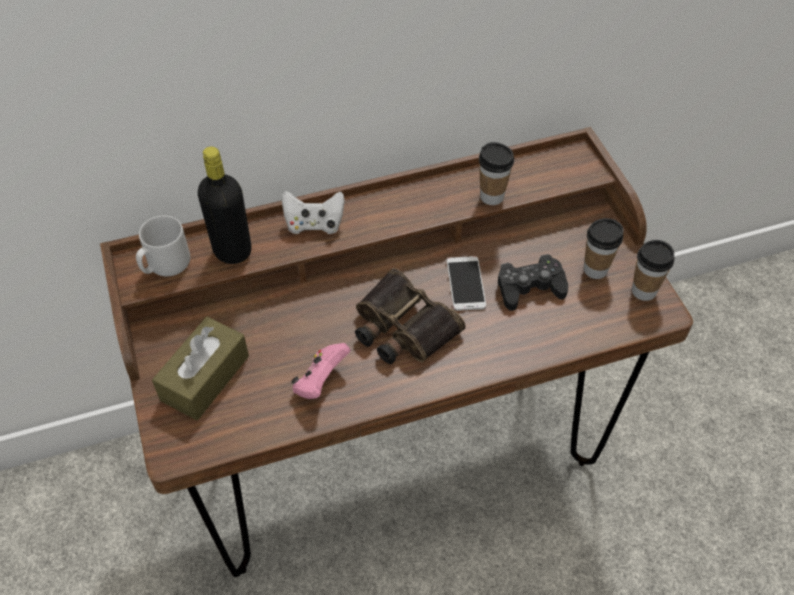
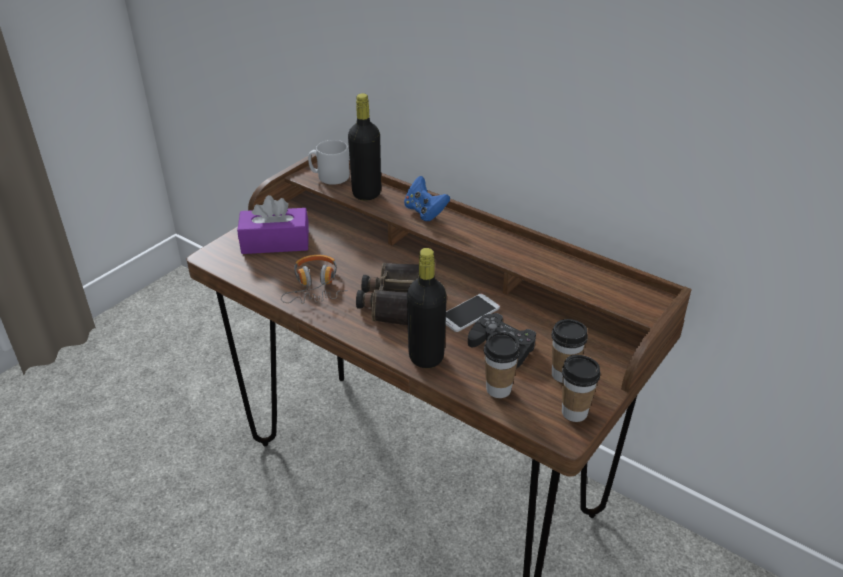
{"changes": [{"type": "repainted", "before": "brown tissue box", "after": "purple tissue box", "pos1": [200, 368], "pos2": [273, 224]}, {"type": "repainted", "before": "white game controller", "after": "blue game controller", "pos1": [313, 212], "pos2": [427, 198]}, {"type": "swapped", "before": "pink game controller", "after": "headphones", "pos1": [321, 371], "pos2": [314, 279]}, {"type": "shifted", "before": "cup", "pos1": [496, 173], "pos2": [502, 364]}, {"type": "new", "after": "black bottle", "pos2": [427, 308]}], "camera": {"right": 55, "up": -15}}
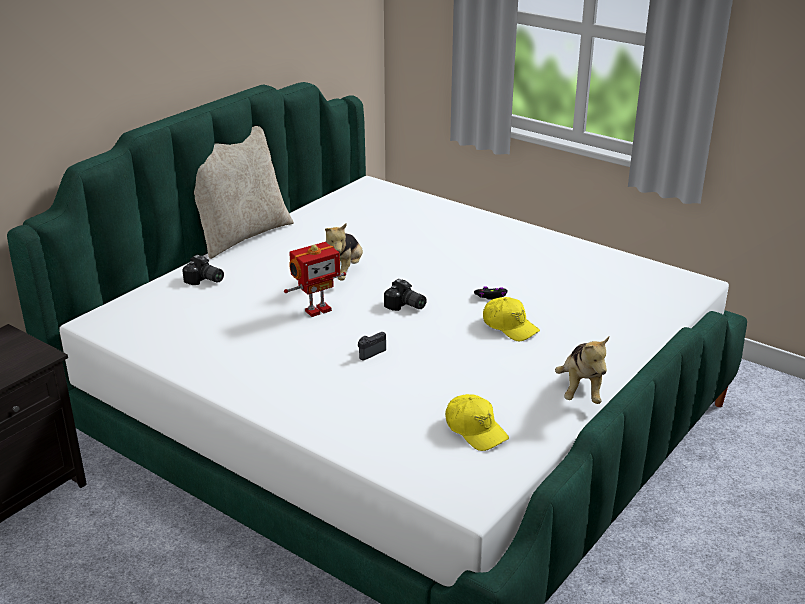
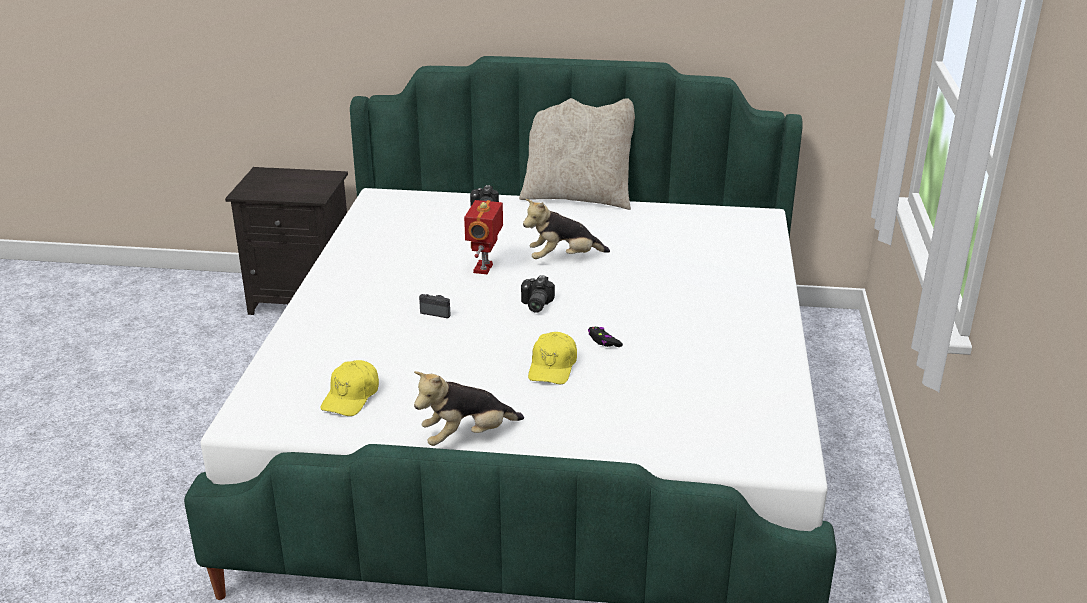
{"changes": [{"type": "rotated", "before": "toy robot", "pos1": [315, 279], "pos2": [483, 237], "turn": 75}], "camera": {"right": 60, "up": 0}}
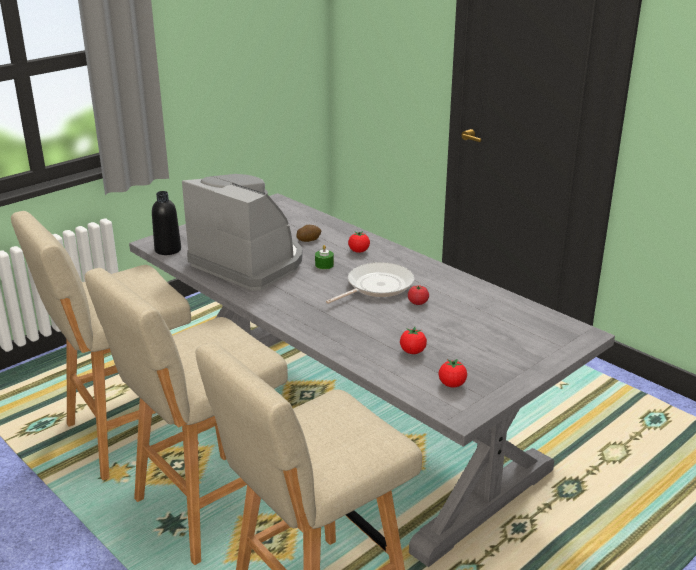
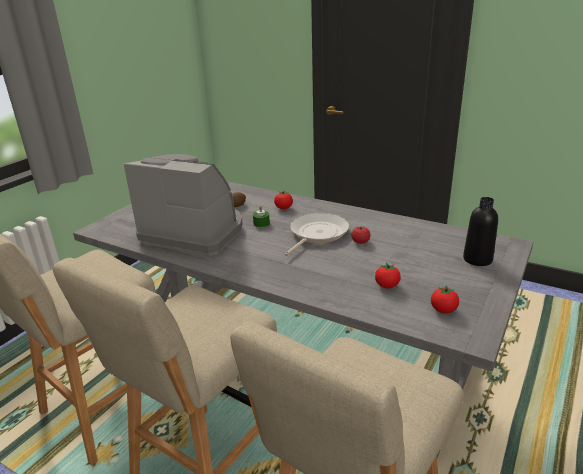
{"changes": [{"type": "shifted", "before": "black bottle", "pos1": [166, 223], "pos2": [480, 231]}], "camera": {"right": -15, "up": 0}}
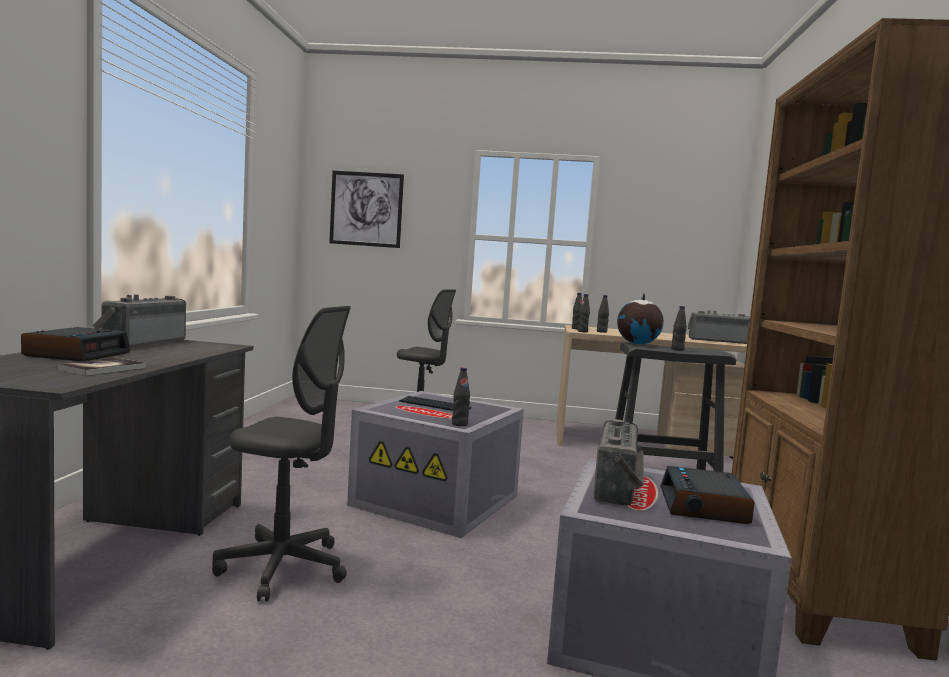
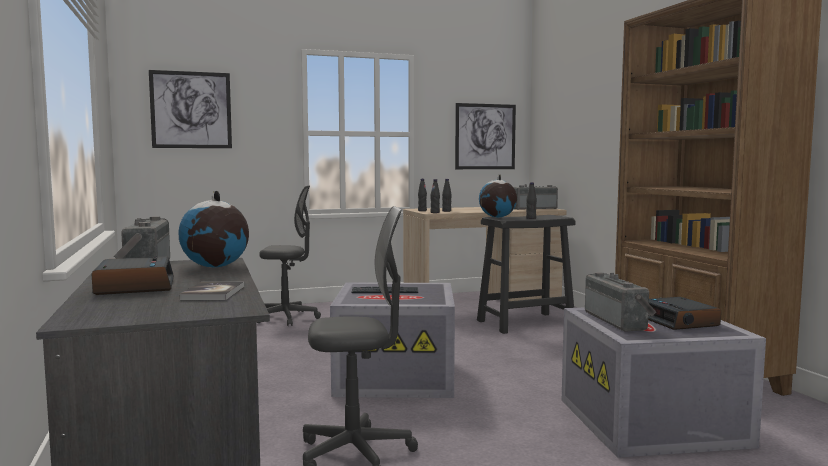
{"changes": [{"type": "gone", "before": "black bottle", "pos1": [461, 396]}, {"type": "new", "after": "globe", "pos2": [213, 229]}, {"type": "new", "after": "picture", "pos2": [485, 136]}], "camera": {"right": -25, "up": 0}}
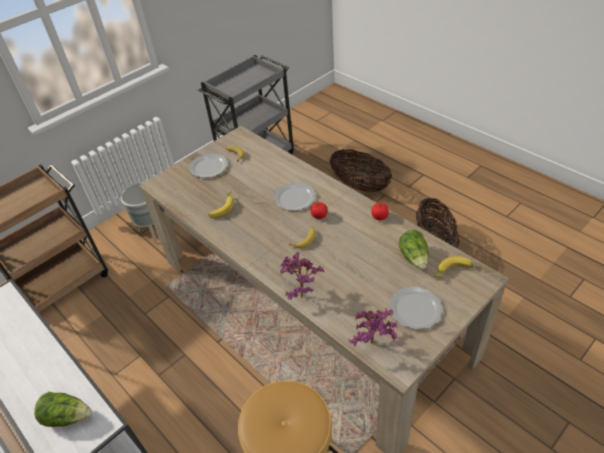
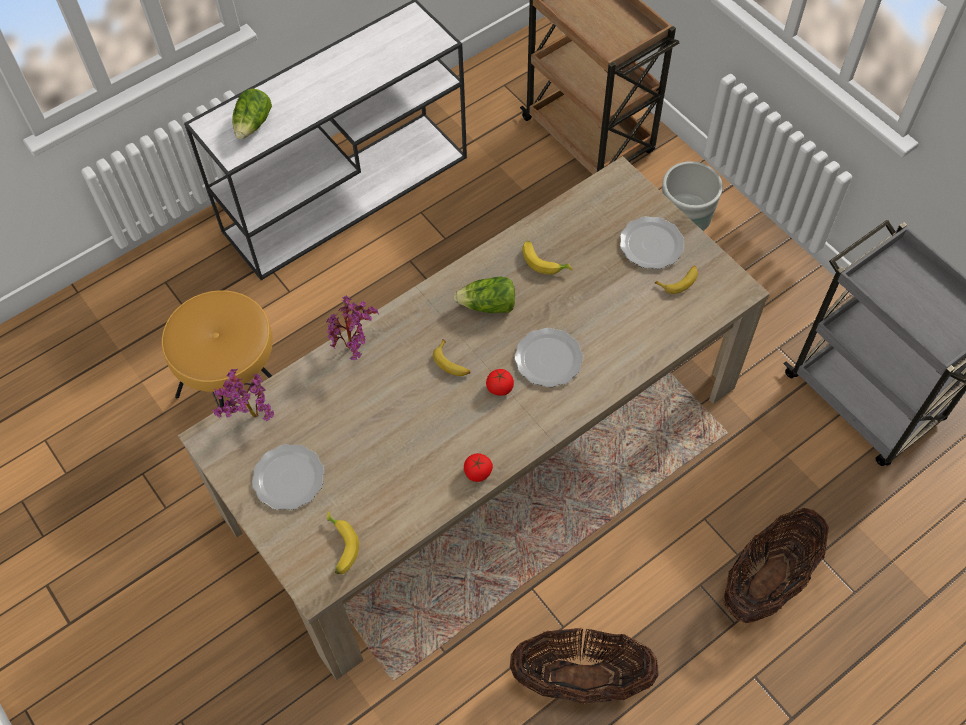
{"changes": [{"type": "shifted", "before": "lettuce", "pos1": [414, 250], "pos2": [484, 295]}], "camera": {"right": 95, "up": 15}}
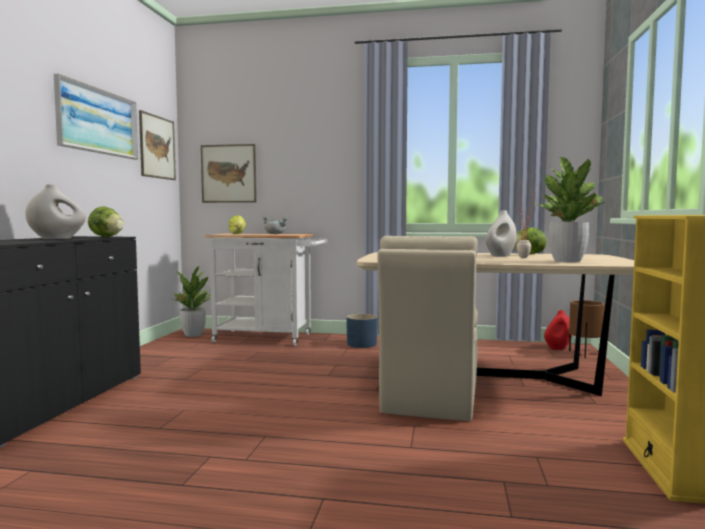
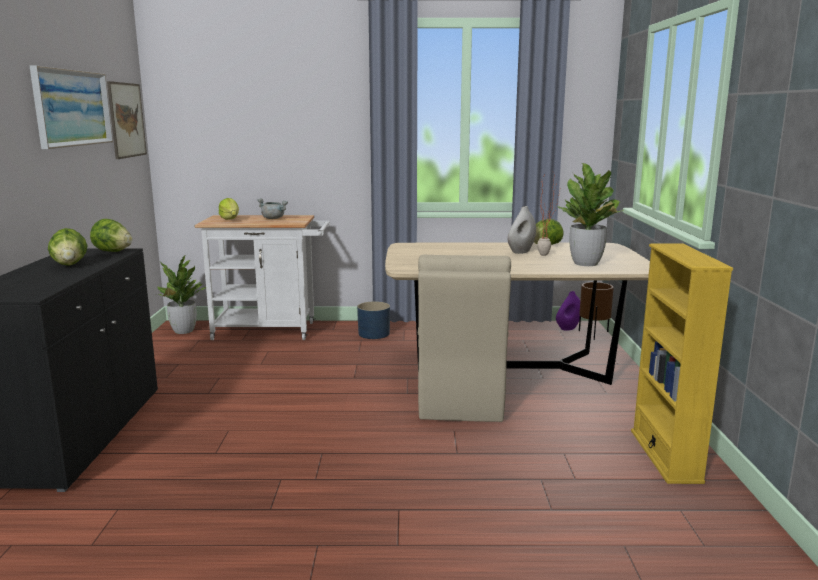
{"changes": [{"type": "swapped", "before": "white vase", "after": "lettuce", "pos1": [55, 211], "pos2": [67, 247]}, {"type": "gone", "before": "picture", "pos1": [229, 173]}, {"type": "repainted", "before": "red vase", "after": "purple vase", "pos1": [558, 330], "pos2": [568, 311]}], "camera": {"right": -10, "up": 10}}
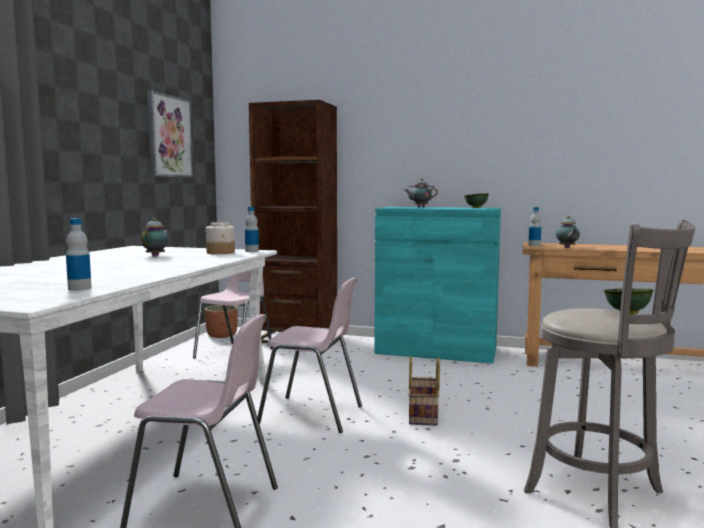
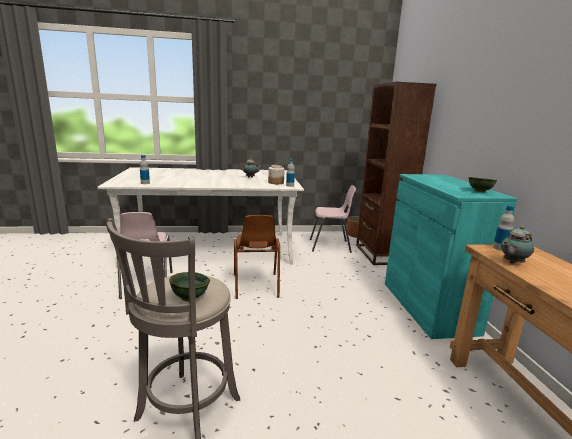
{"changes": [{"type": "gone", "before": "picture", "pos1": [170, 134]}, {"type": "repainted", "before": "pink chair", "after": "brown chair", "pos1": [309, 355], "pos2": [257, 257]}, {"type": "gone", "before": "teapot", "pos1": [421, 193]}, {"type": "gone", "before": "basket", "pos1": [424, 391]}], "camera": {"right": 65, "up": 10}}
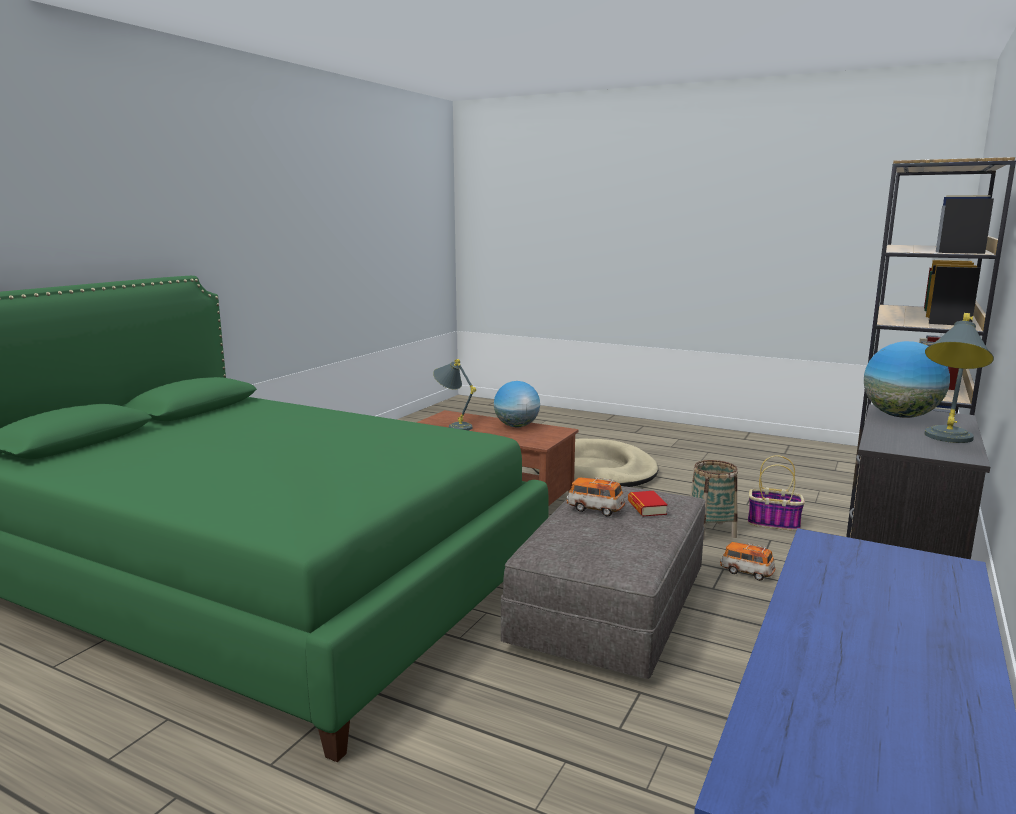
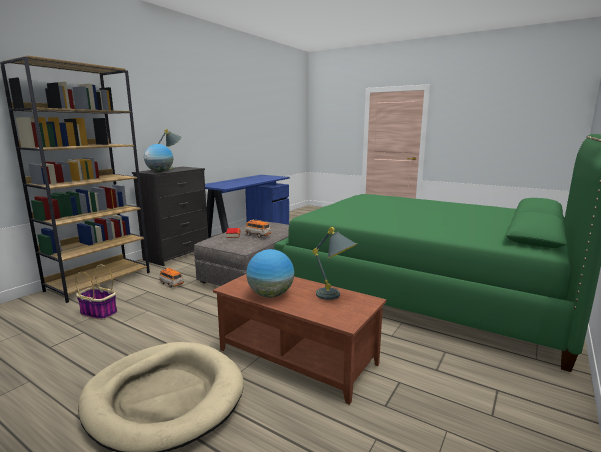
{"changes": [{"type": "gone", "before": "basket", "pos1": [714, 500]}], "camera": {"right": -175, "up": 0}}
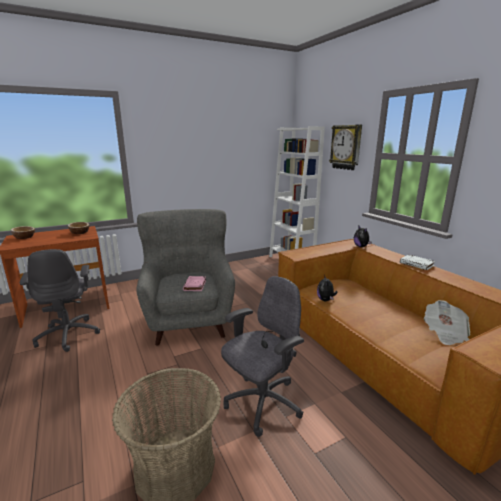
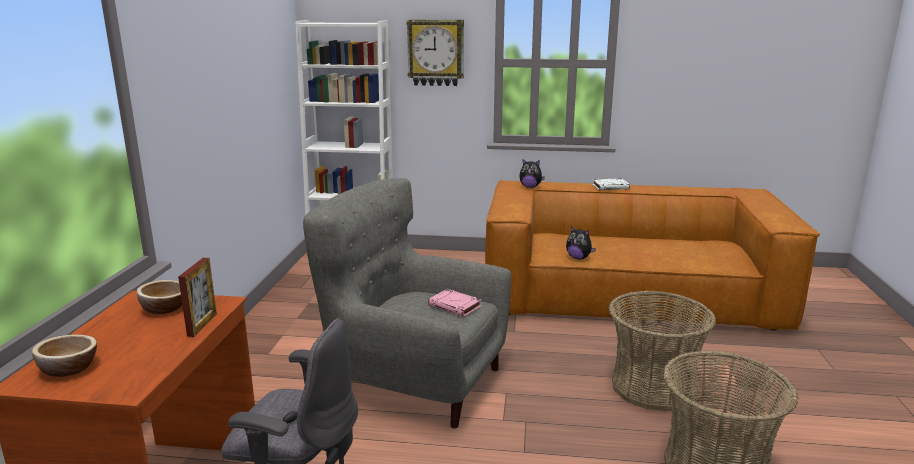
{"changes": [{"type": "swapped", "before": "grey office chair", "after": "basket", "pos1": [262, 356], "pos2": [662, 351]}, {"type": "gone", "before": "newspaper", "pos1": [447, 322]}, {"type": "new", "after": "picture frame", "pos2": [197, 297]}], "camera": {"right": -55, "up": 0}}
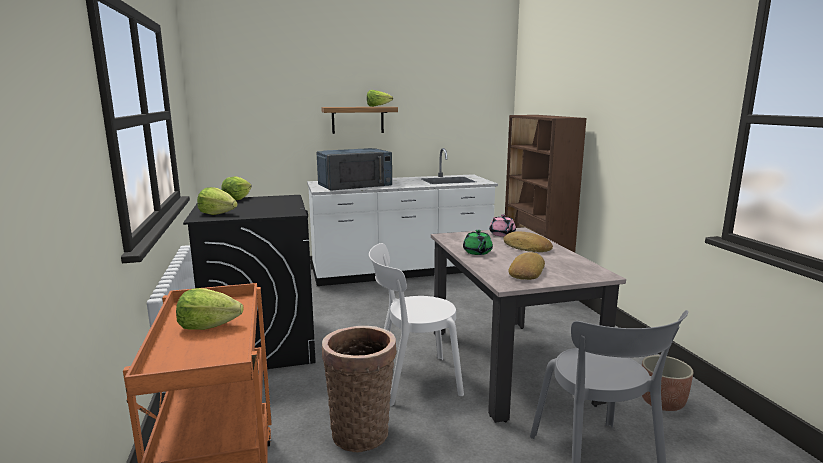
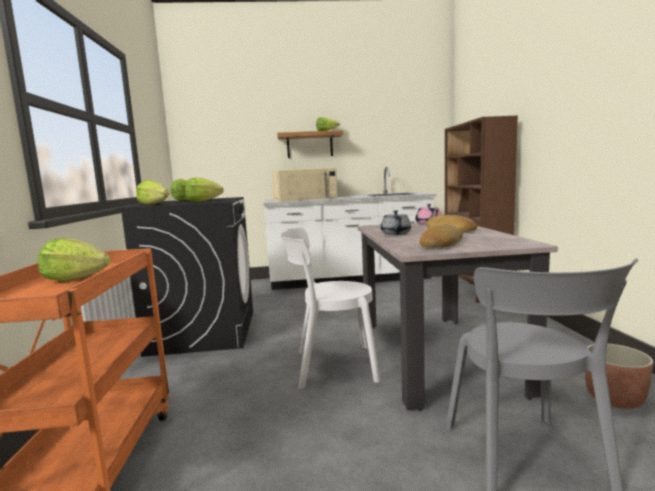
{"changes": [{"type": "repainted", "before": "blue microwave", "after": "beige microwave", "pos1": [354, 169], "pos2": [305, 184]}, {"type": "gone", "before": "basket", "pos1": [359, 389]}, {"type": "repainted", "before": "green teapot", "after": "grey teapot", "pos1": [478, 242], "pos2": [396, 222]}, {"type": "new", "after": "lettuce", "pos2": [204, 190]}], "camera": {"right": 10, "up": -5}}
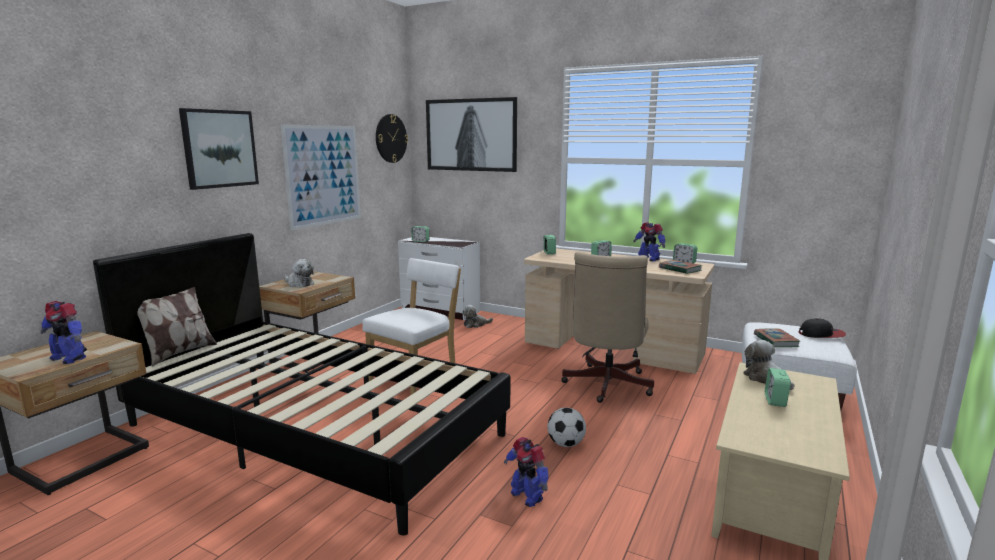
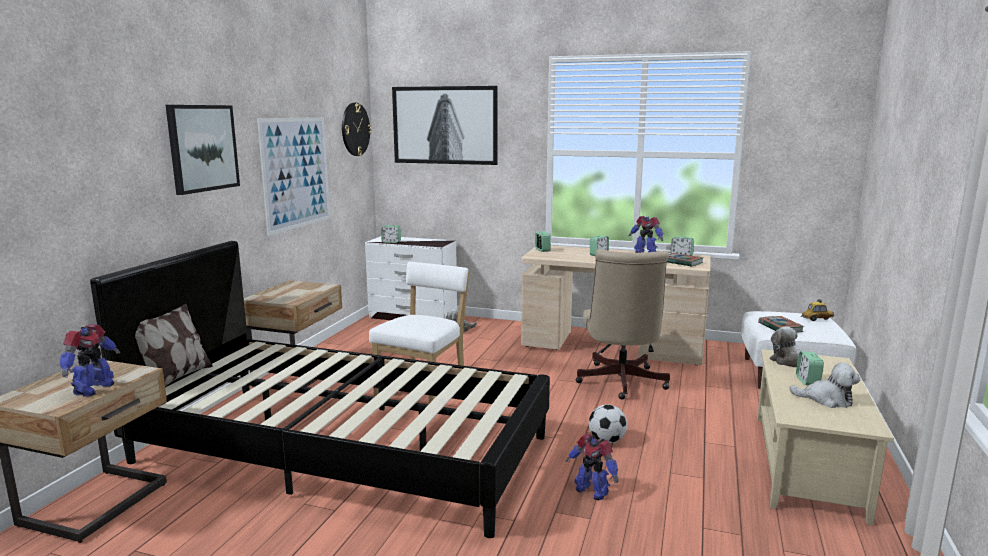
{"changes": [{"type": "rotated", "before": "toy robot", "pos1": [63, 332], "pos2": [90, 360], "turn": -90}, {"type": "shifted", "before": "plush toy", "pos1": [299, 273], "pos2": [825, 385]}, {"type": "swapped", "before": "cap", "after": "toy car", "pos1": [822, 328], "pos2": [817, 310]}], "camera": {"right": -10, "up": 0}}
